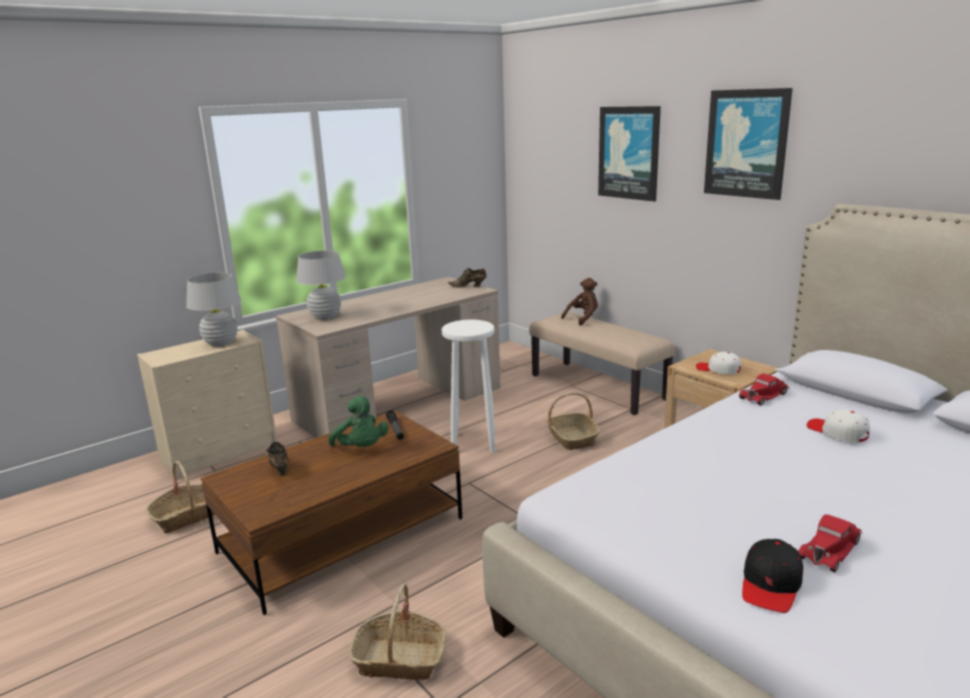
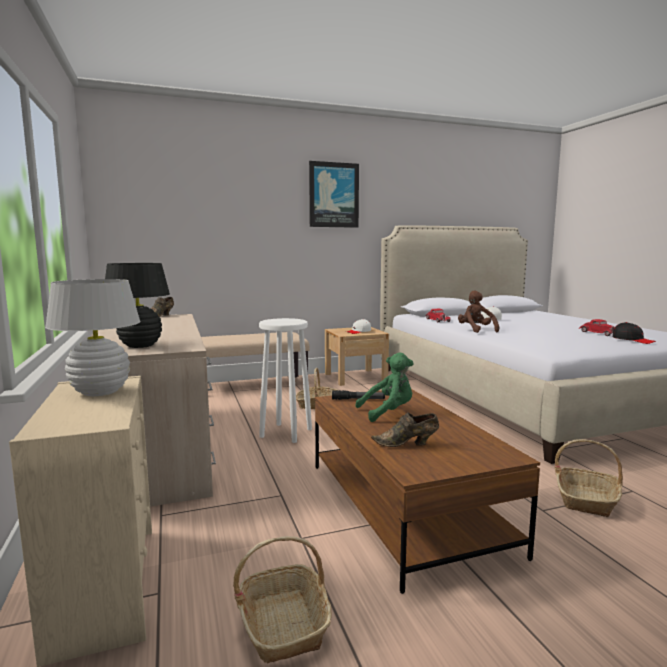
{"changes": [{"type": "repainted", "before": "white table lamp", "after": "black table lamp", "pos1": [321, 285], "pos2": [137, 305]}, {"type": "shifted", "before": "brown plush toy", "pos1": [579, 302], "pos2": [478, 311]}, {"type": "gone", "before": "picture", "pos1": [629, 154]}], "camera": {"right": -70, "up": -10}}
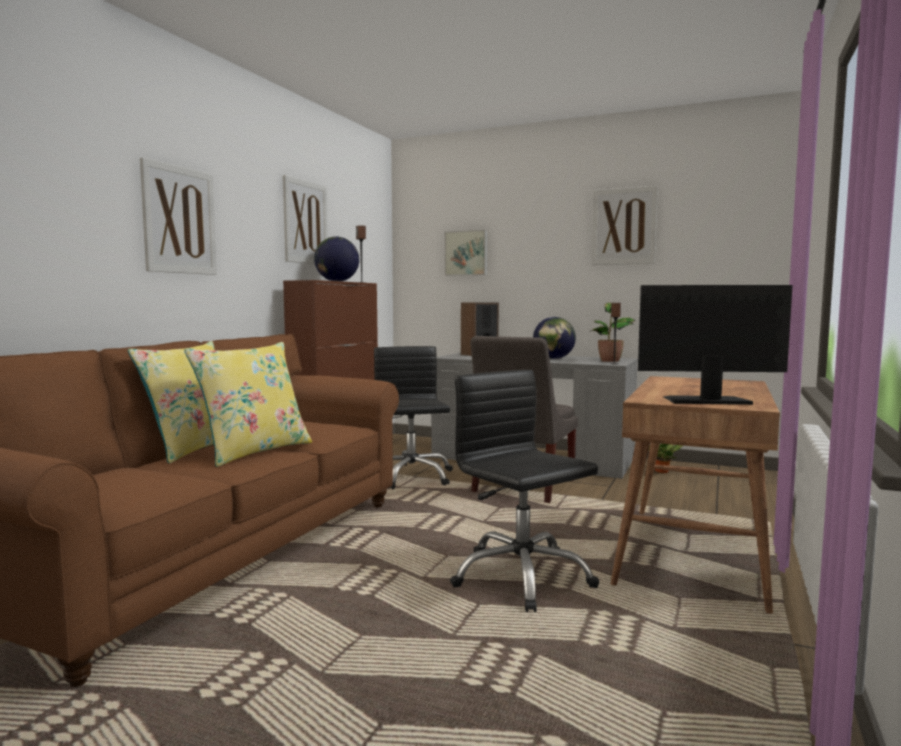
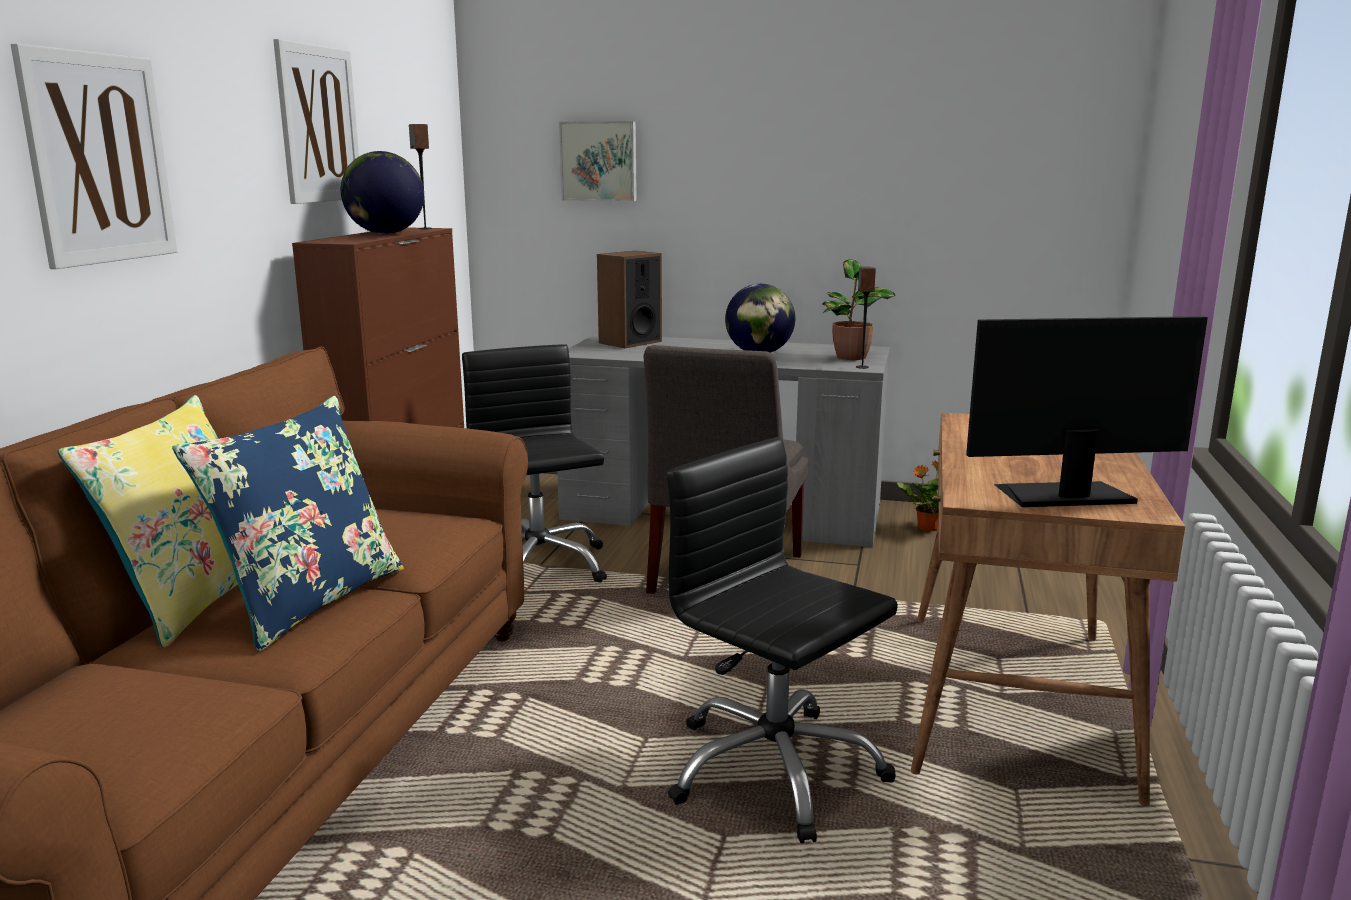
{"changes": [{"type": "repainted", "before": "yellow pillow", "after": "blue pillow", "pos1": [248, 404], "pos2": [288, 524]}, {"type": "gone", "before": "picture", "pos1": [625, 225]}], "camera": {"right": -10, "up": 10}}
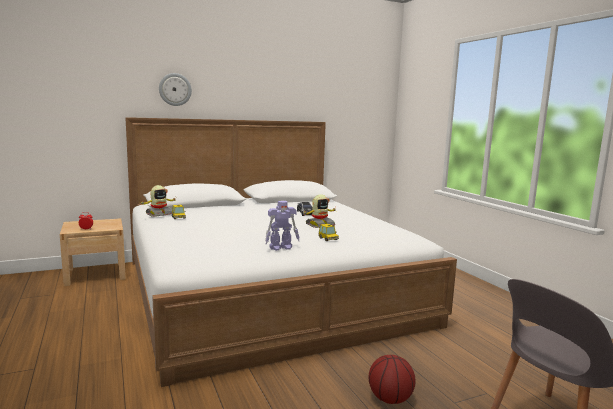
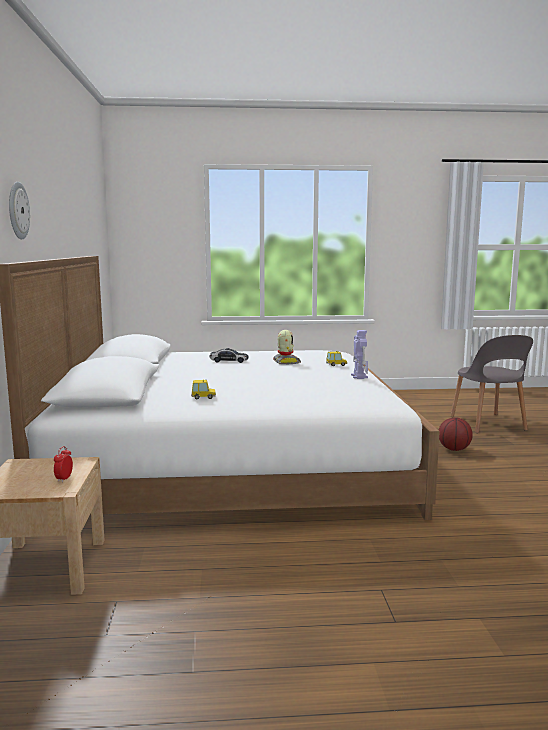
{"changes": [{"type": "gone", "before": "toy robot", "pos1": [158, 201]}], "camera": {"right": -70, "up": 0}}
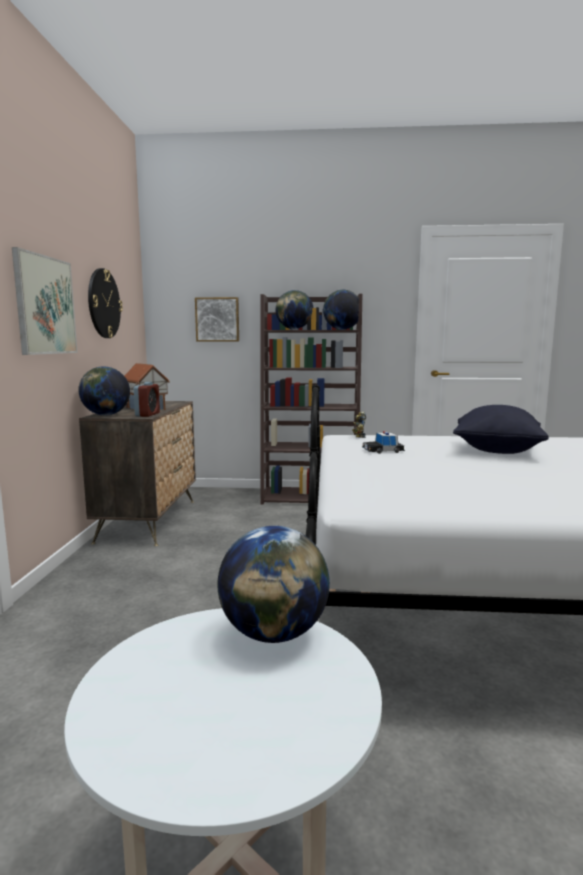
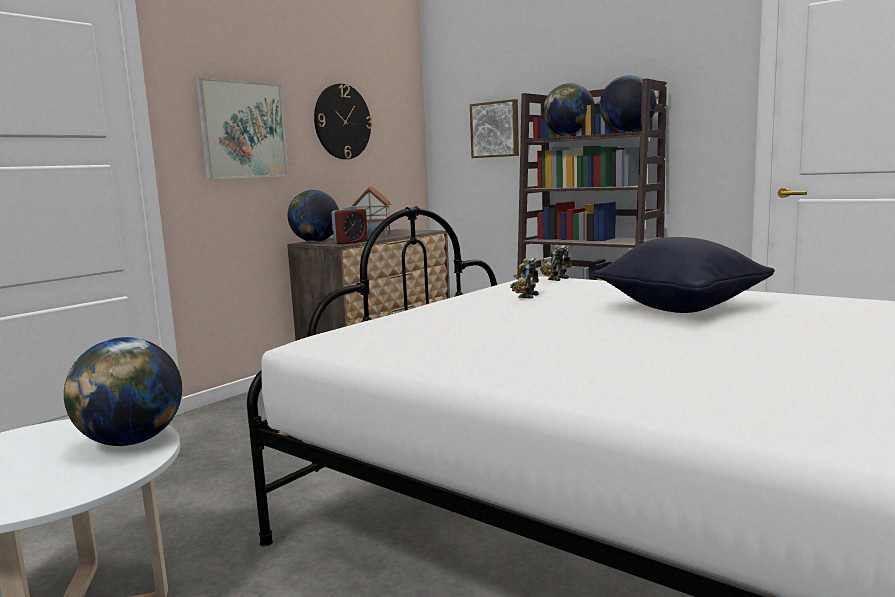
{"changes": [{"type": "swapped", "before": "toy car", "after": "toy robot", "pos1": [383, 442], "pos2": [524, 278]}], "camera": {"right": 35, "up": 0}}
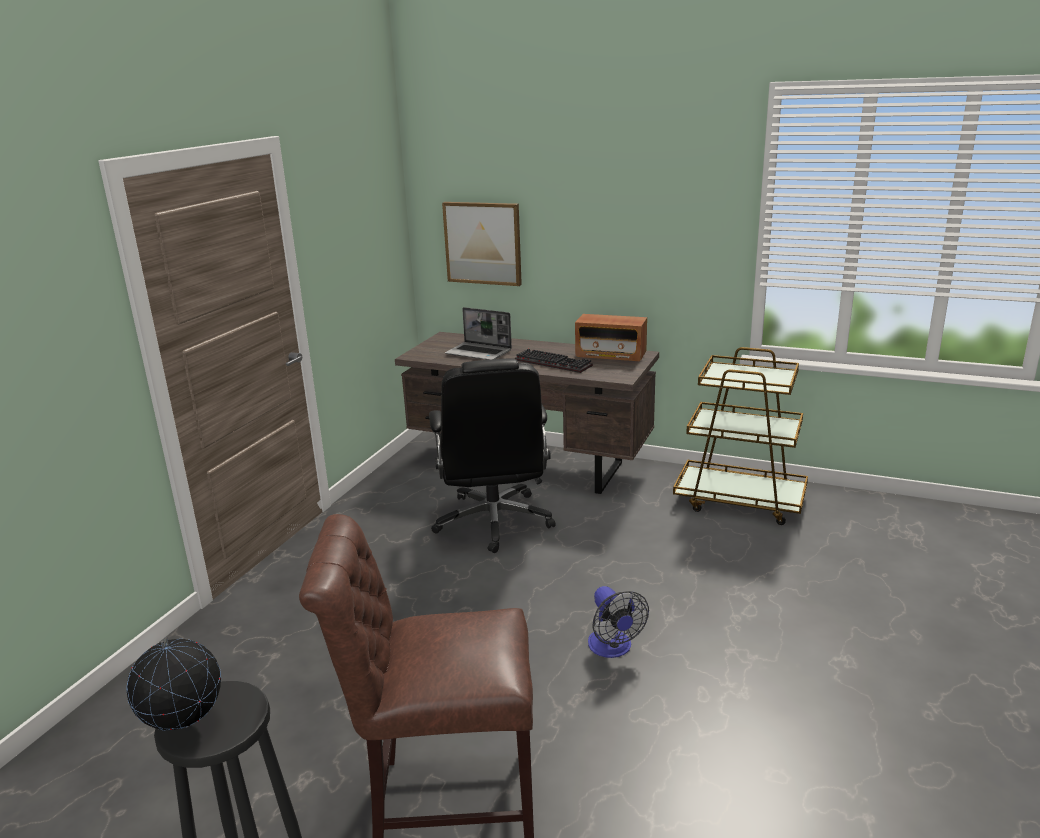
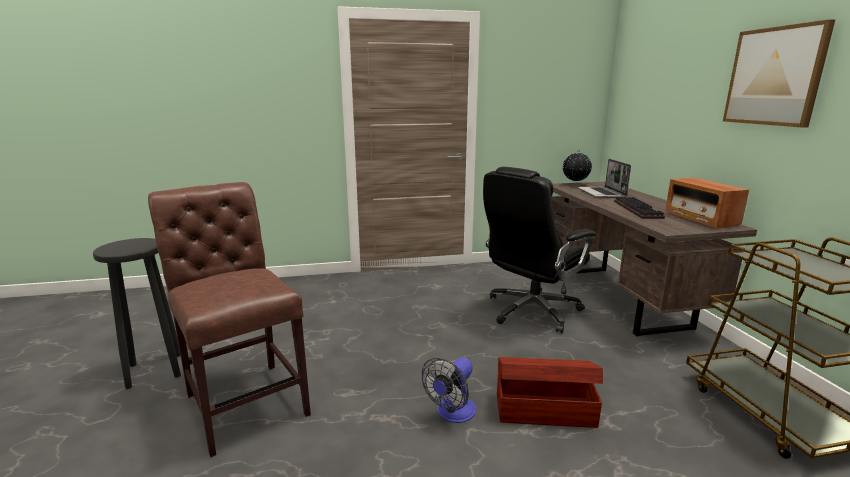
{"changes": [{"type": "shifted", "before": "globe", "pos1": [174, 683], "pos2": [577, 167]}, {"type": "shifted", "before": "picture", "pos1": [482, 244], "pos2": [779, 73]}, {"type": "new", "after": "brown storage box", "pos2": [550, 392]}], "camera": {"right": 55, "up": -5}}
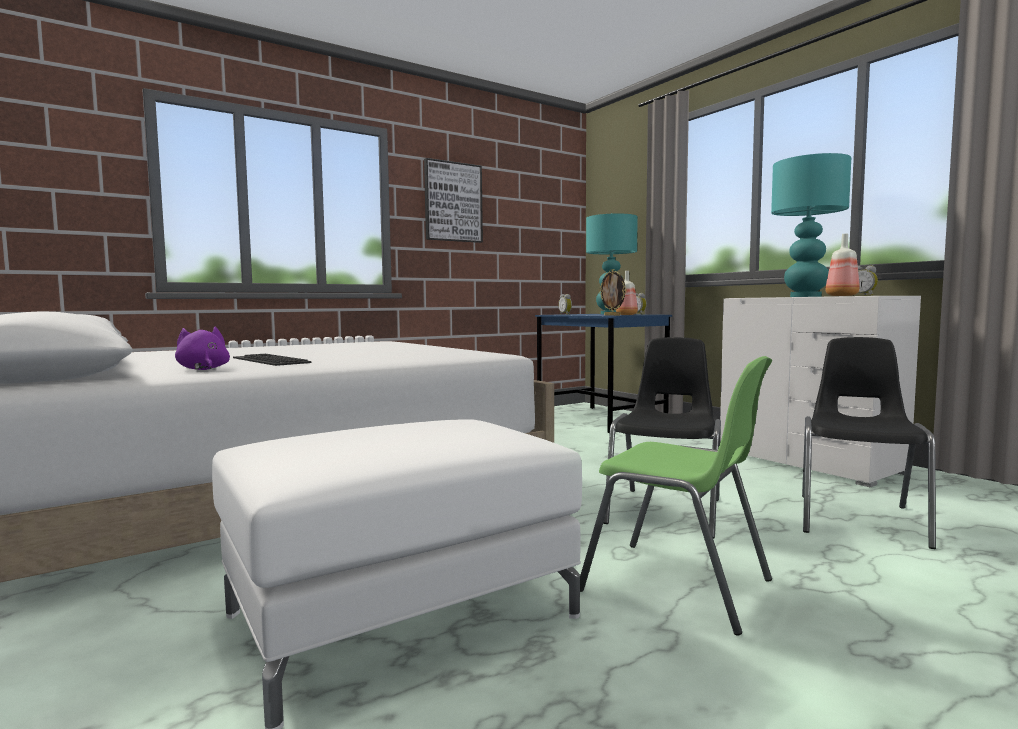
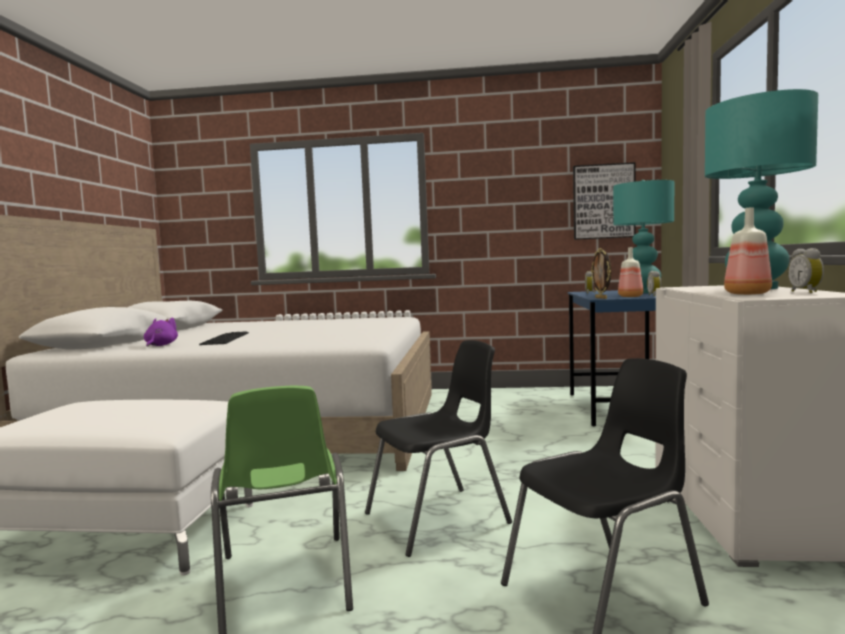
{"changes": [{"type": "shifted", "before": "picture", "pos1": [453, 200], "pos2": [604, 201]}], "camera": {"right": 40, "up": 0}}
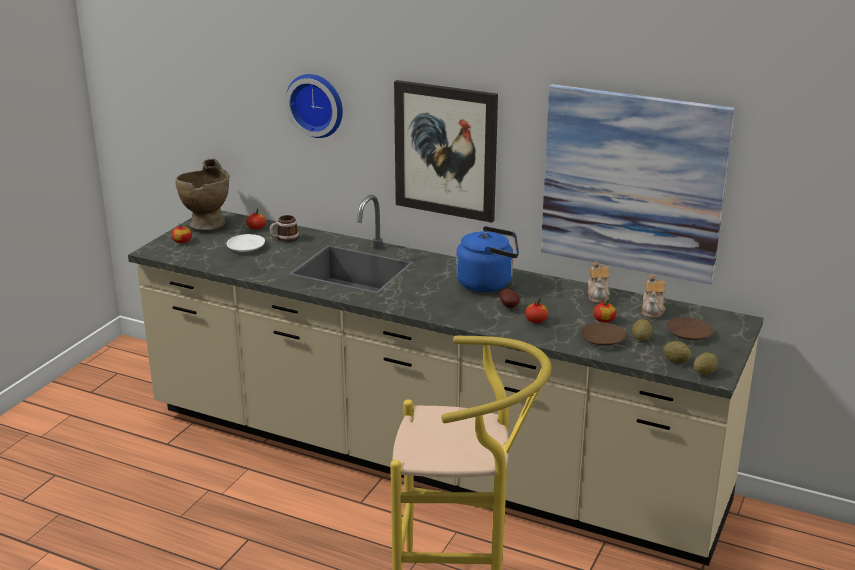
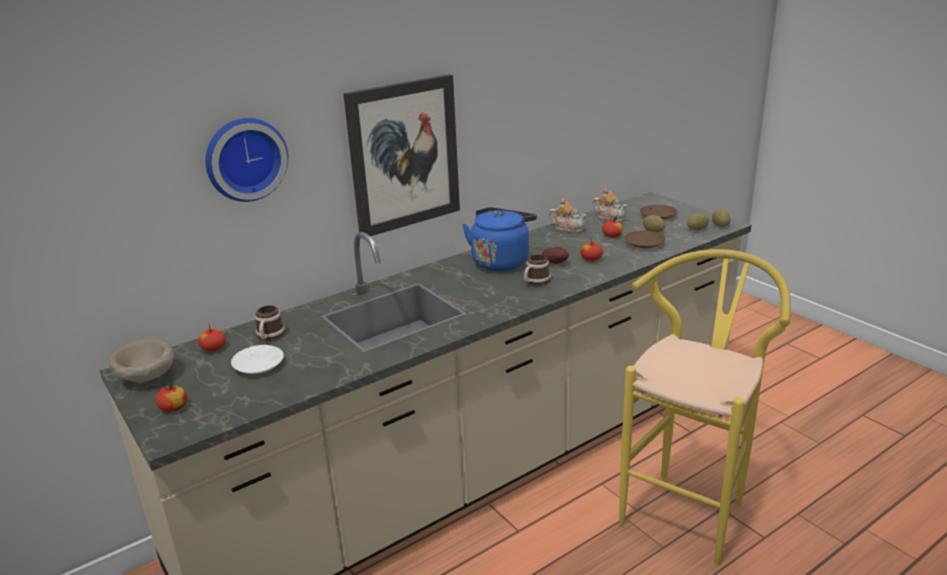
{"changes": [{"type": "swapped", "before": "beige vase", "after": "beige bowl", "pos1": [202, 195], "pos2": [141, 361]}, {"type": "gone", "before": "picture", "pos1": [638, 184]}, {"type": "new", "after": "mug", "pos2": [537, 270]}], "camera": {"right": -60, "up": 0}}
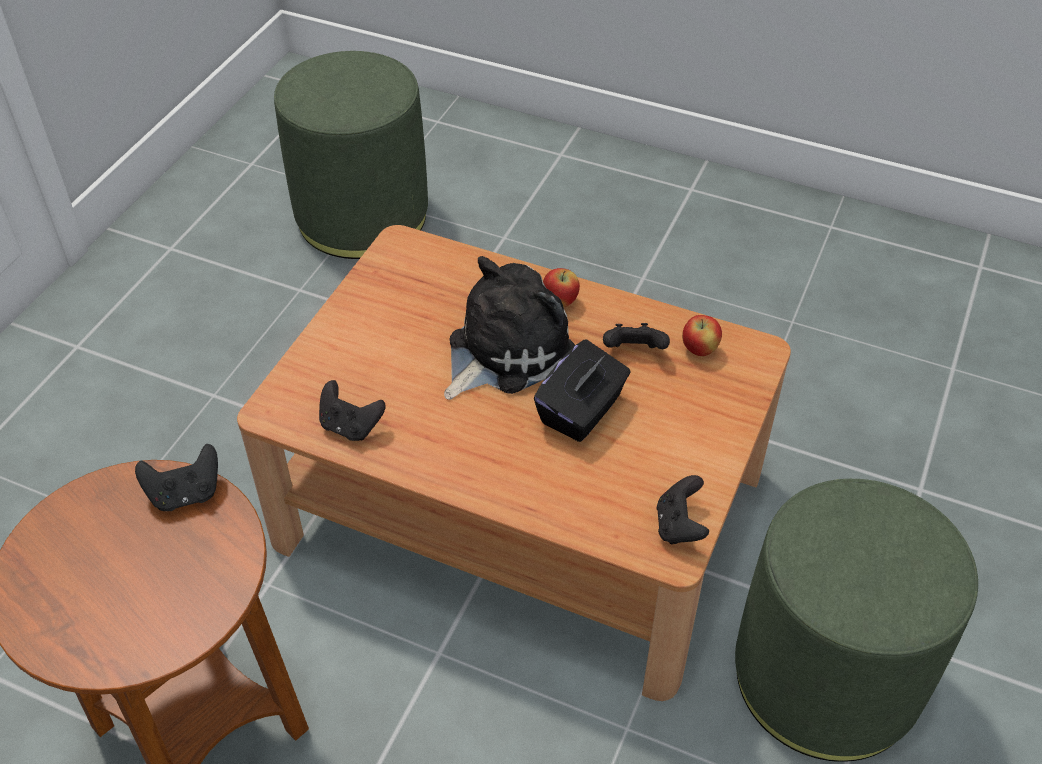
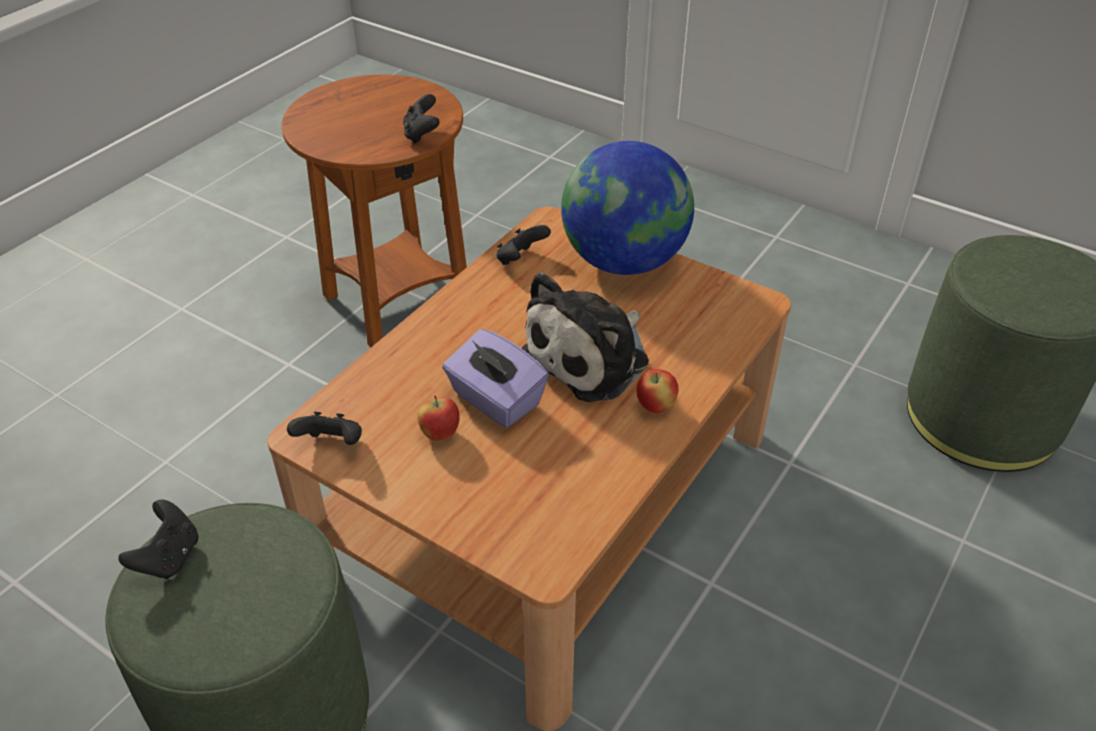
{"changes": [{"type": "rotated", "before": "plush toy", "pos1": [509, 328], "pos2": [585, 337], "turn": 75}, {"type": "repainted", "before": "black tissue box", "after": "purple tissue box", "pos1": [582, 390], "pos2": [495, 378]}, {"type": "shifted", "before": "black game controller", "pos1": [636, 336], "pos2": [158, 539]}, {"type": "shifted", "before": "apple", "pos1": [702, 335], "pos2": [438, 418]}, {"type": "new", "after": "globe", "pos2": [627, 208]}], "camera": {"right": 100, "up": -5}}
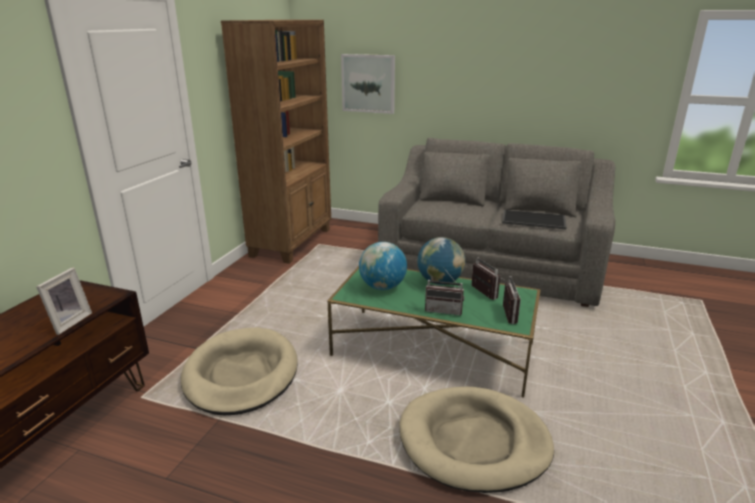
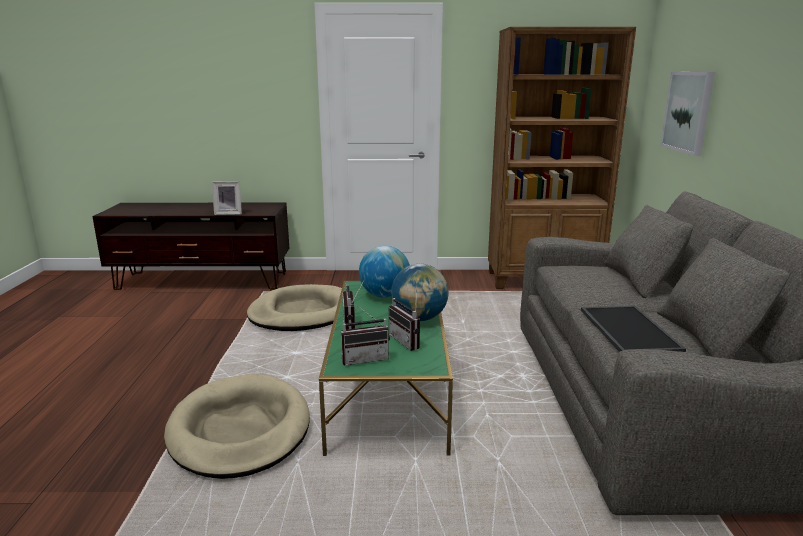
{"changes": [{"type": "rotated", "before": "radio", "pos1": [485, 279], "pos2": [404, 320], "turn": 105}], "camera": {"right": 70, "up": -5}}
